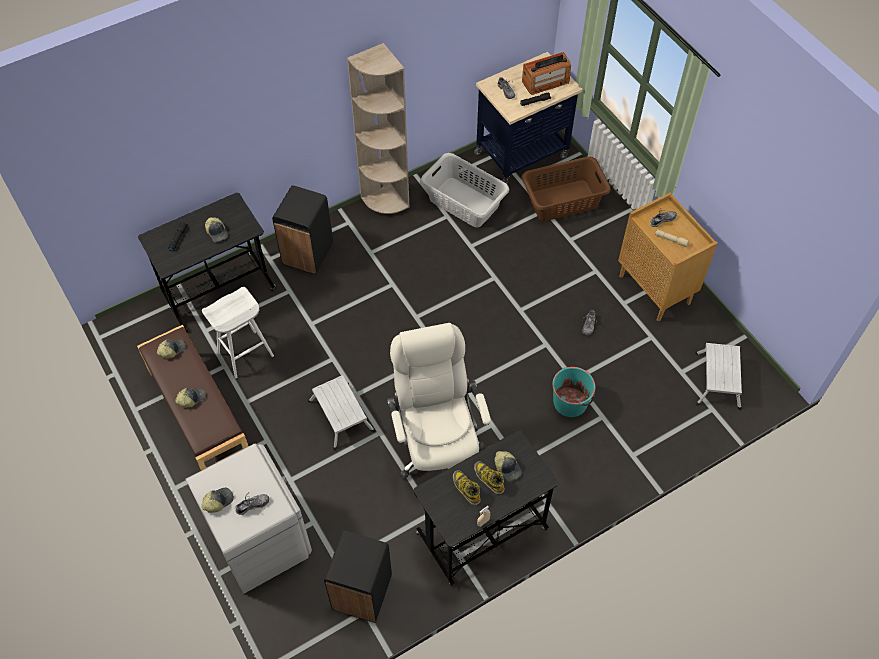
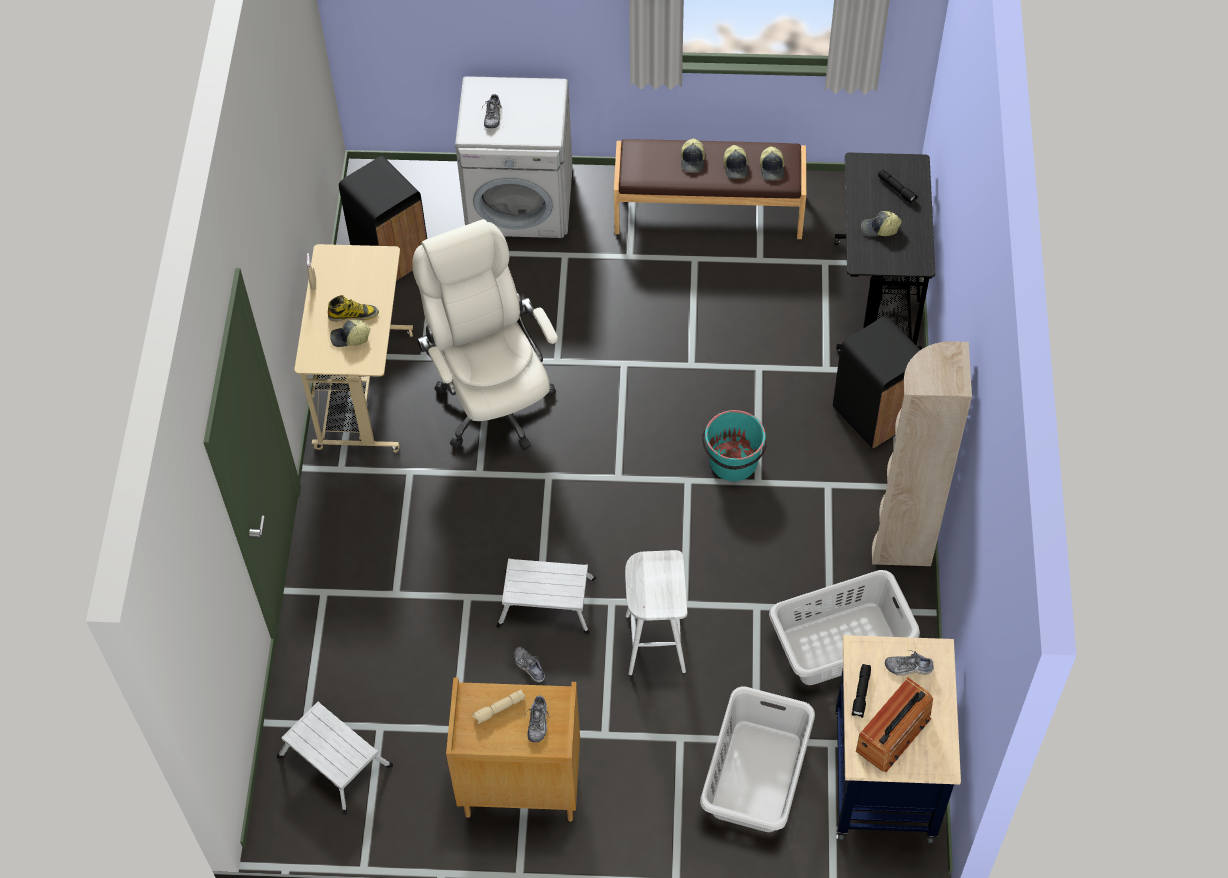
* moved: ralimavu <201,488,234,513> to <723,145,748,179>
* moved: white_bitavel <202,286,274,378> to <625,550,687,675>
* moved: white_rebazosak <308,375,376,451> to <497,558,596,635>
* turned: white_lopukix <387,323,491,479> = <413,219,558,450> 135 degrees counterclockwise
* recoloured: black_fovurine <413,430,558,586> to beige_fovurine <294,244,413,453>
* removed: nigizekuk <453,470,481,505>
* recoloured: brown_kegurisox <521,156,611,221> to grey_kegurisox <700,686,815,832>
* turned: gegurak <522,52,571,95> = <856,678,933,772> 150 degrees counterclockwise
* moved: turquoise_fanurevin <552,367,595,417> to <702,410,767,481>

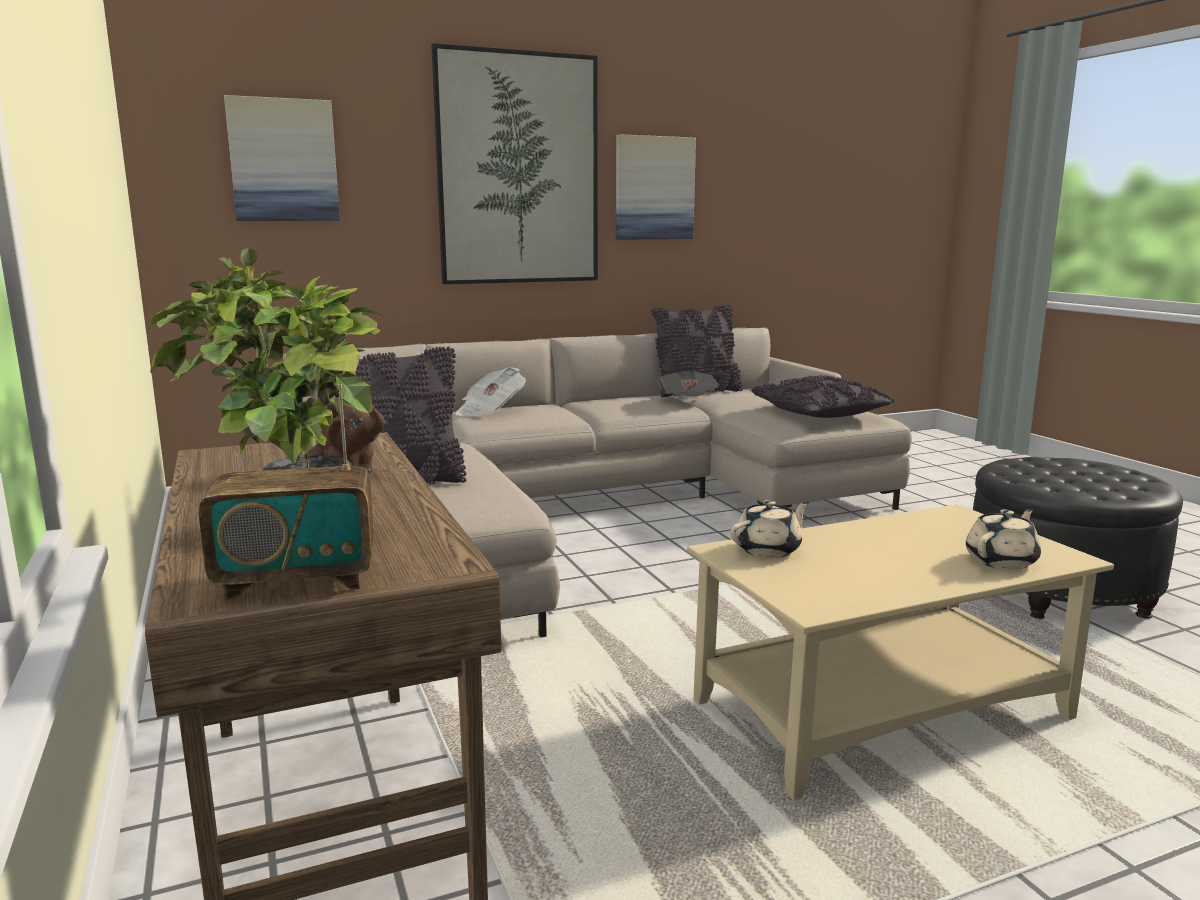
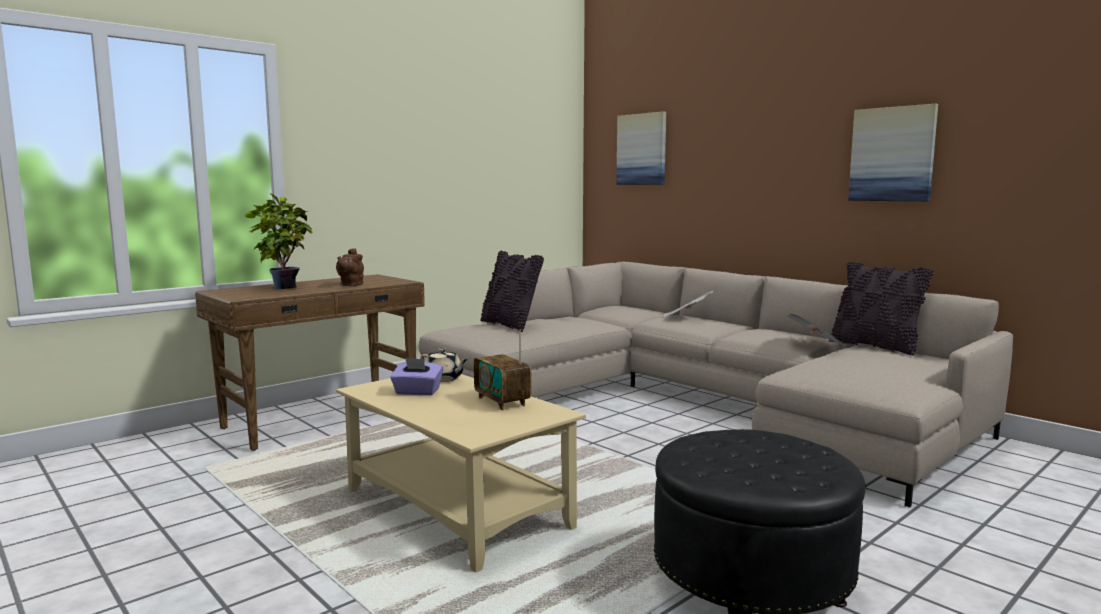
* moved: gegurak <198,384,374,601> to <474,329,532,410>
* removed: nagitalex <431,43,598,284>
* removed: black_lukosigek <751,375,895,418>
* removed: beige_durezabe <966,509,1041,570>
* added: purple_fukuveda <390,358,443,396>

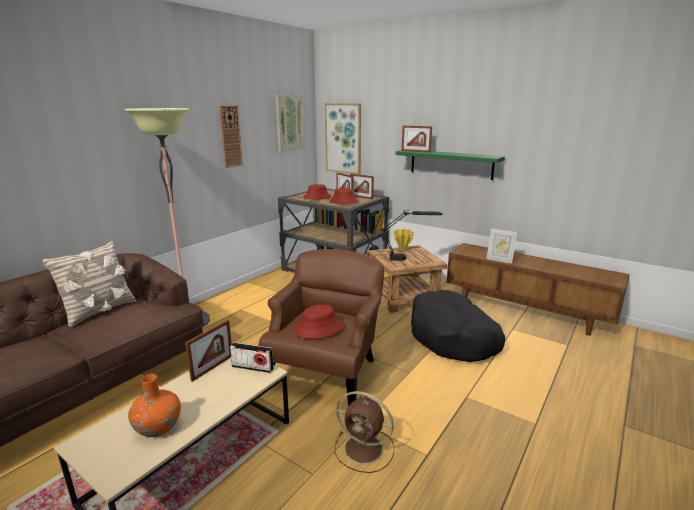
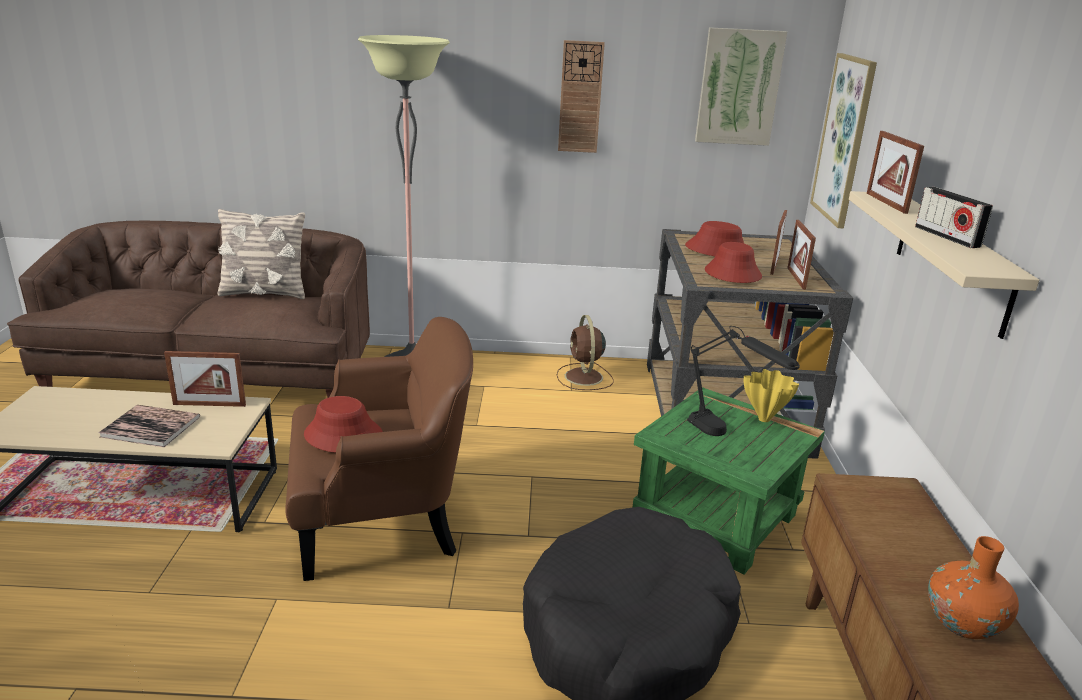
* moved: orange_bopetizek <128,374,181,437> to <928,536,1019,639>
* moved: gegurak <230,342,274,373> to <915,187,993,248>
* moved: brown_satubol <335,391,394,473> to <557,315,614,390>
* recoloured: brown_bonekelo <367,245,448,313> to green_bonekelo <633,387,825,575>
* recoloured: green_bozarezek <396,150,505,180> to beige_bozarezek <849,191,1039,339>
* removed: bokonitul <486,228,517,264>
* added: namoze <98,405,200,447>

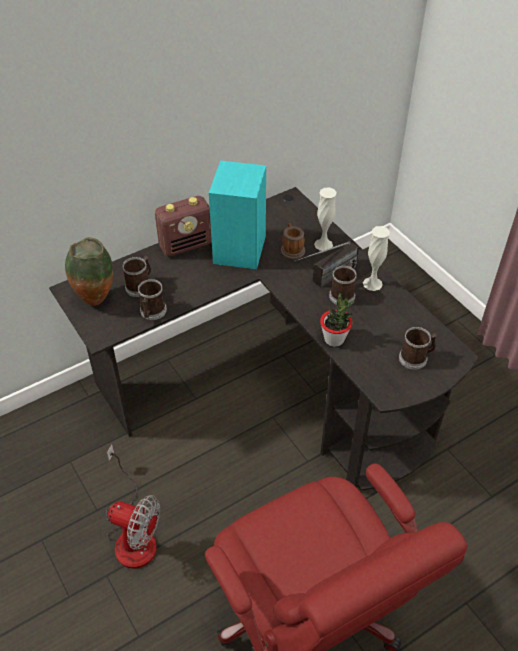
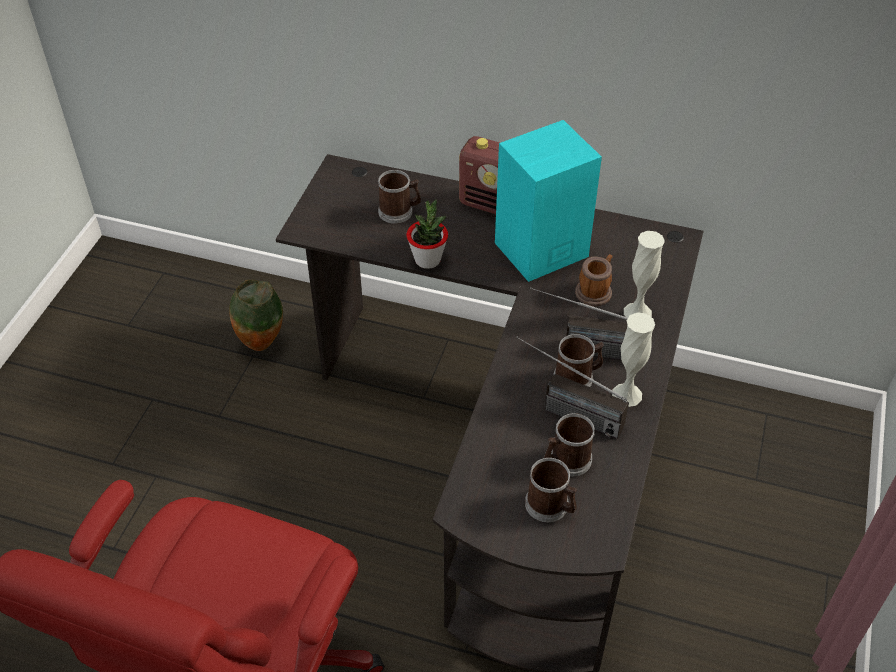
* moved: bopetizek <65,237,113,306> to <229,279,283,351>
* removed: satubol <106,445,160,569>
* moved: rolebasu <138,279,167,320> to <544,413,595,477>
* moved: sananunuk <320,293,354,347> to <406,199,448,269>
* added: gegurak <516,337,629,439>

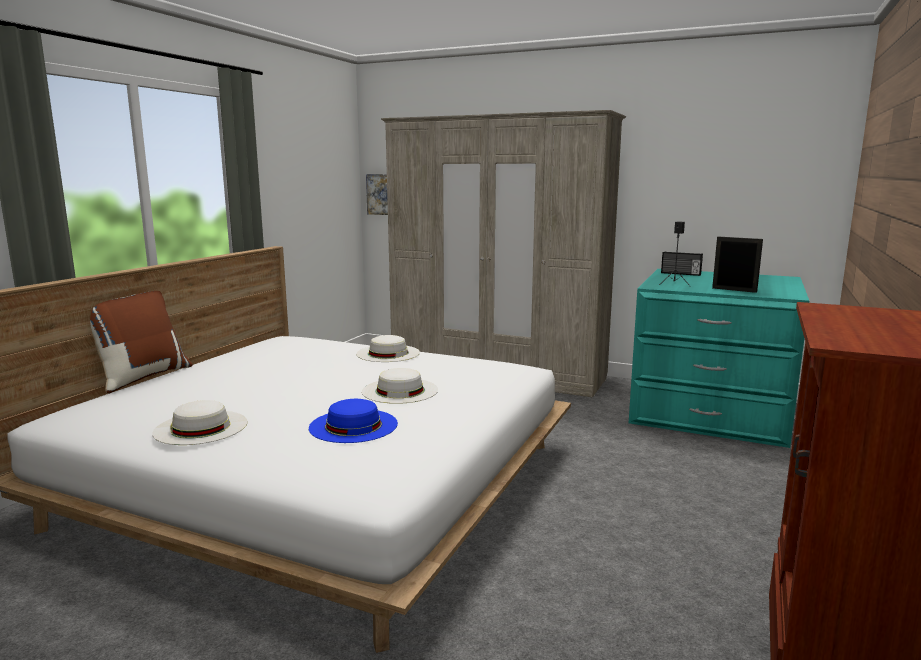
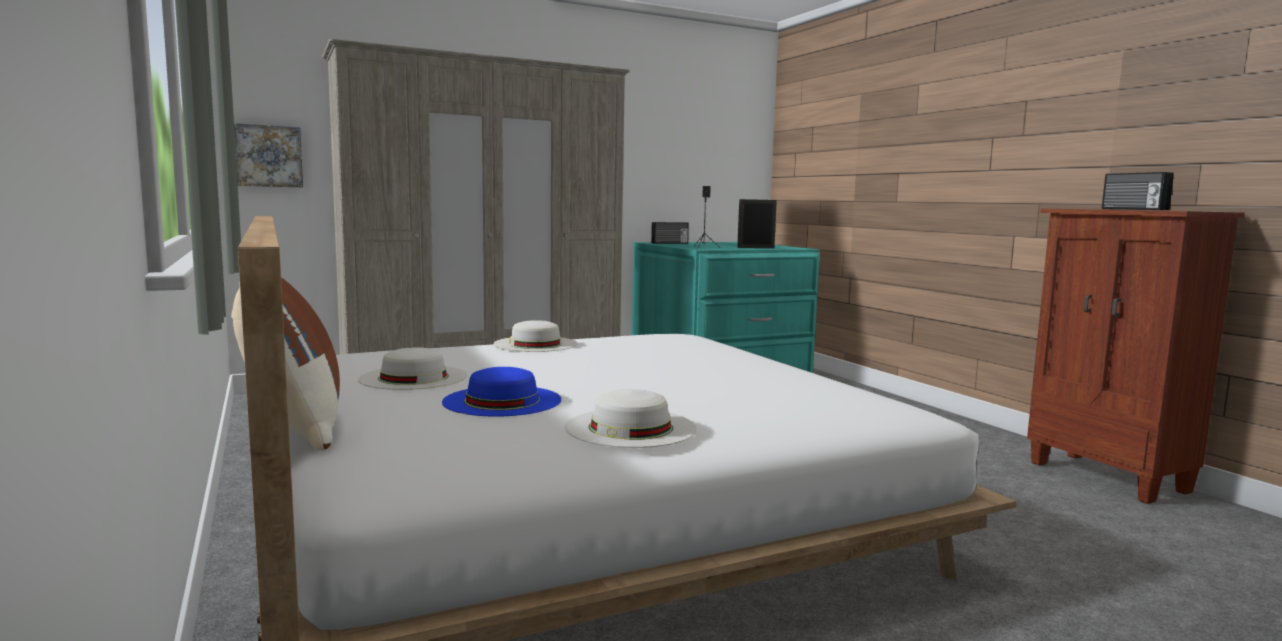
* moved: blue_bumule <309,399,398,443> to <442,367,561,417>
* moved: white_bumule <362,368,438,404> to <358,347,467,390>
* added: gegurak <1102,172,1174,210>

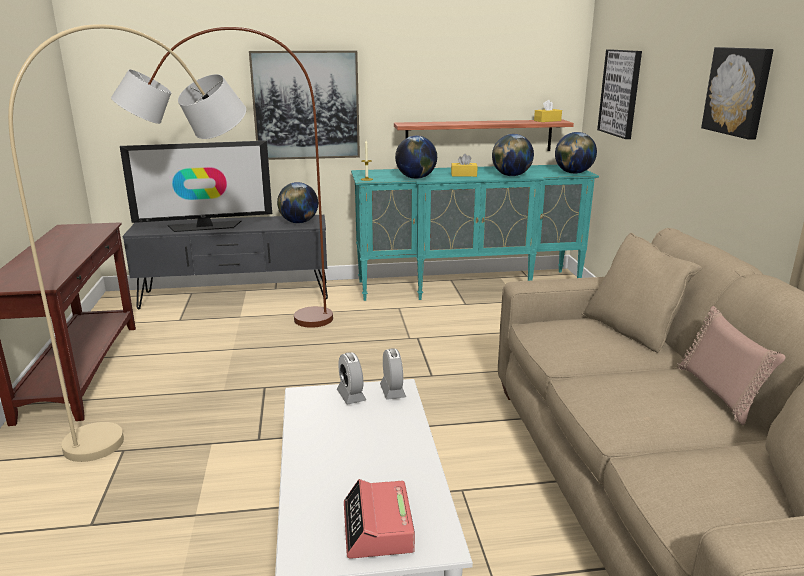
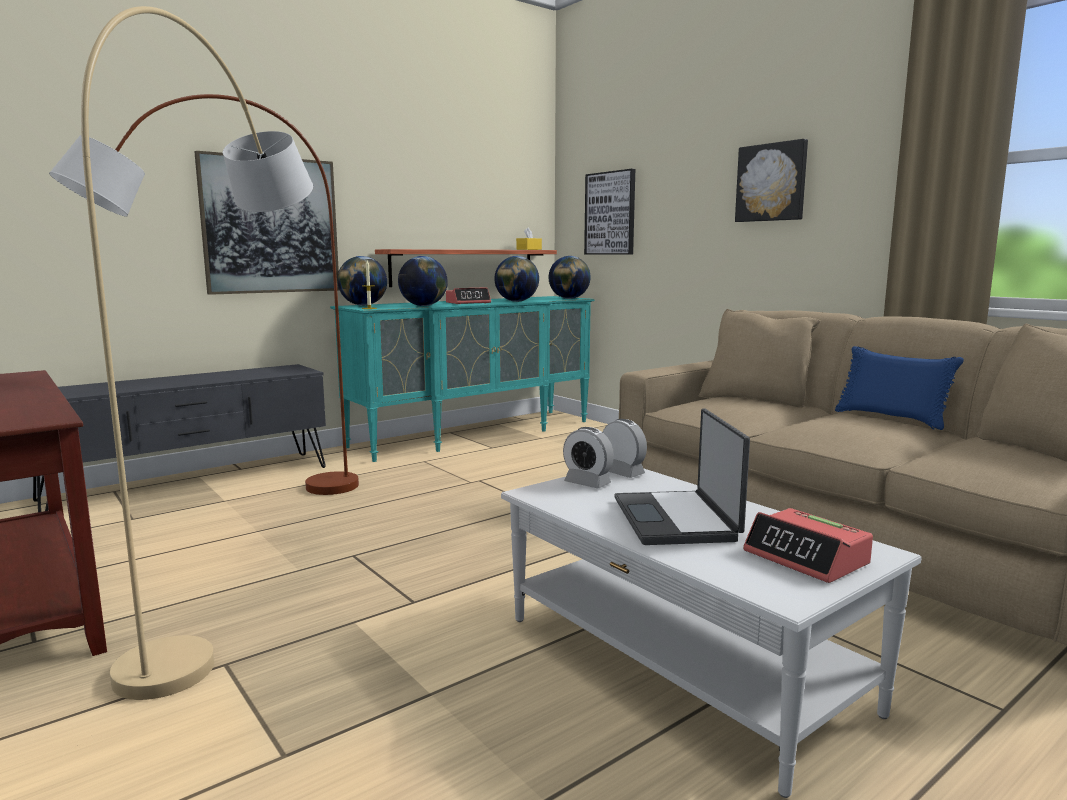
* removed: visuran <120,141,272,232>
* moved: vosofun <277,182,318,223> to <337,256,387,306>
* replaced: yellow_fukuveda <451,154,478,177> to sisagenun <446,287,491,304>
* recoloured: beige_lukosigek <677,306,785,425> to blue_lukosigek <835,346,964,430>
* added: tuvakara <614,409,750,545>

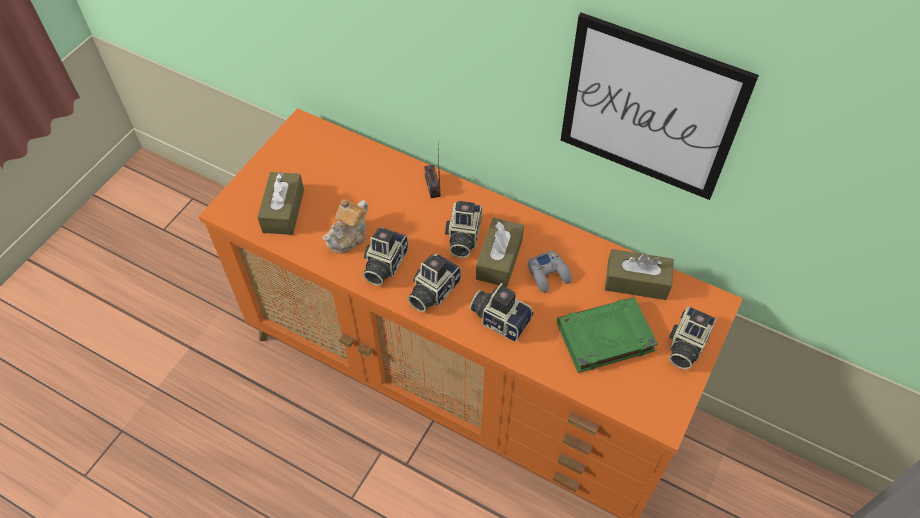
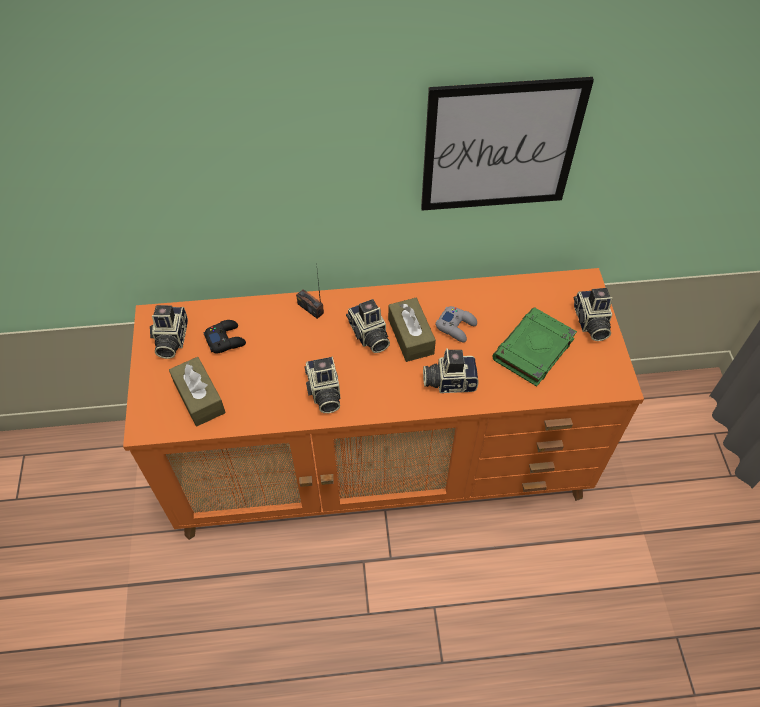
* removed: durezabe <323,199,368,254>
* moved: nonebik <408,254,461,312> to <150,305,188,359>
* removed: brown_fukuveda <605,249,674,300>
* added: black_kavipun <203,320,246,354>

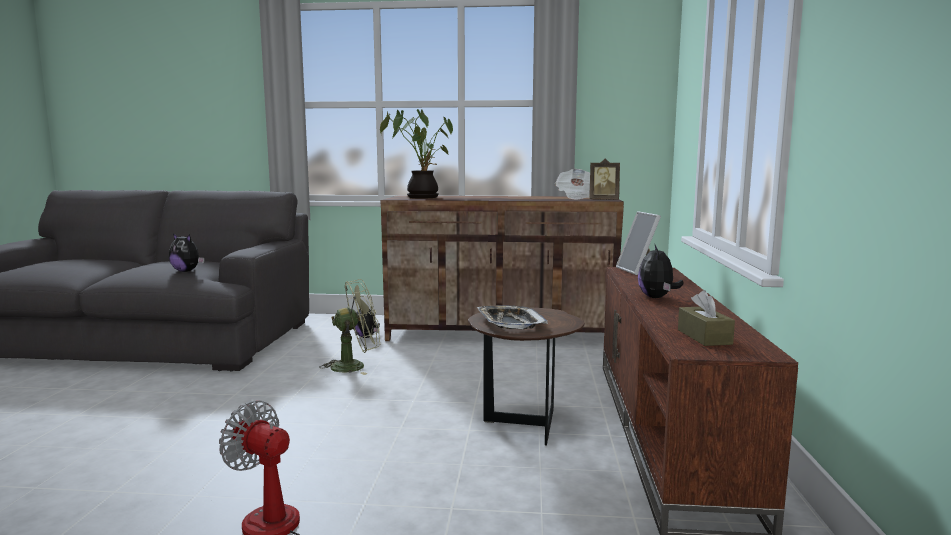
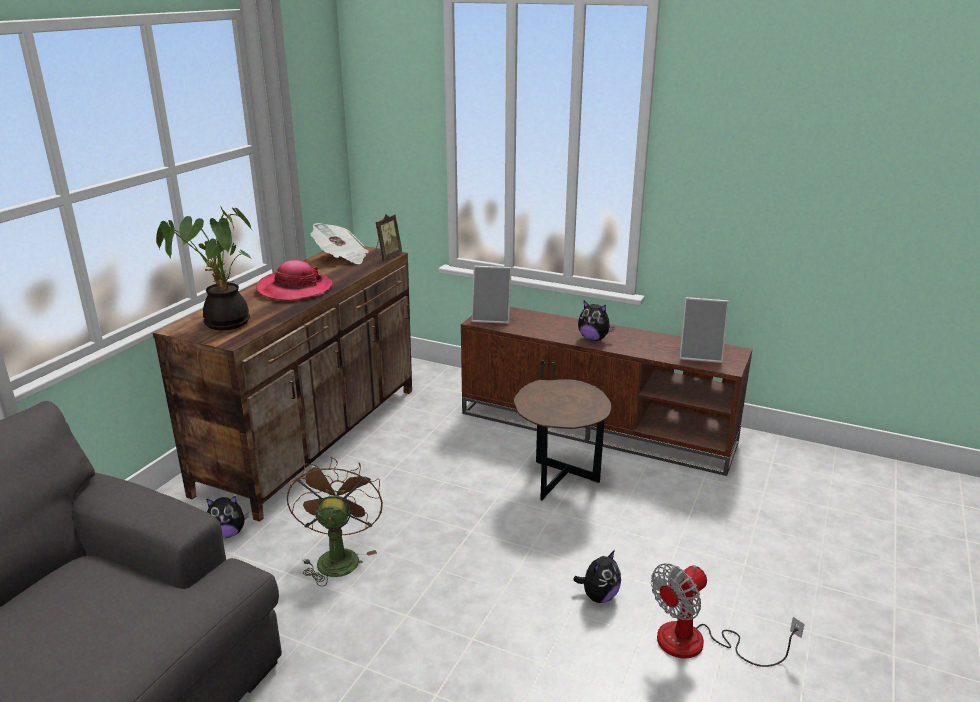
* moved: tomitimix <169,233,205,272> to <573,550,621,603>
* recoloured: green_satubol <319,279,380,375> to brown_satubol <287,457,383,586>
* removed: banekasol <477,305,548,329>
* replaced: brown_fukuveda <678,290,735,346> to bokonitul <679,297,729,363>
* added: bumule <256,260,332,300>

